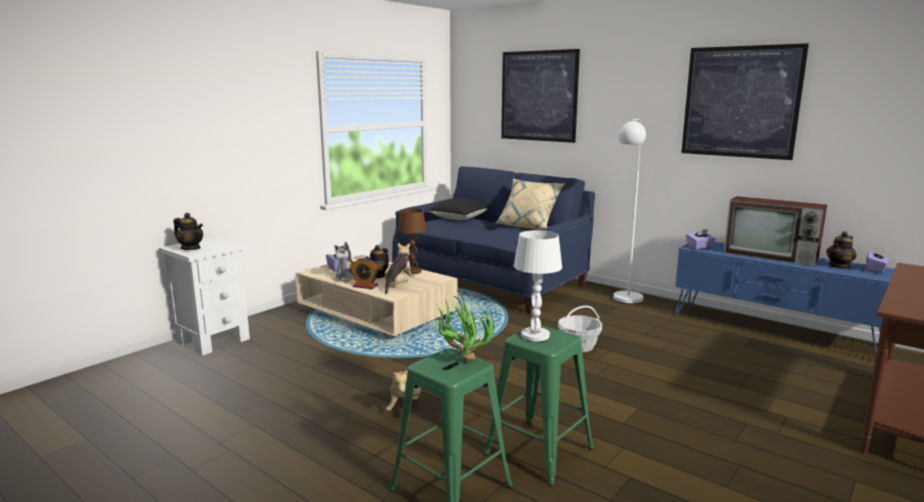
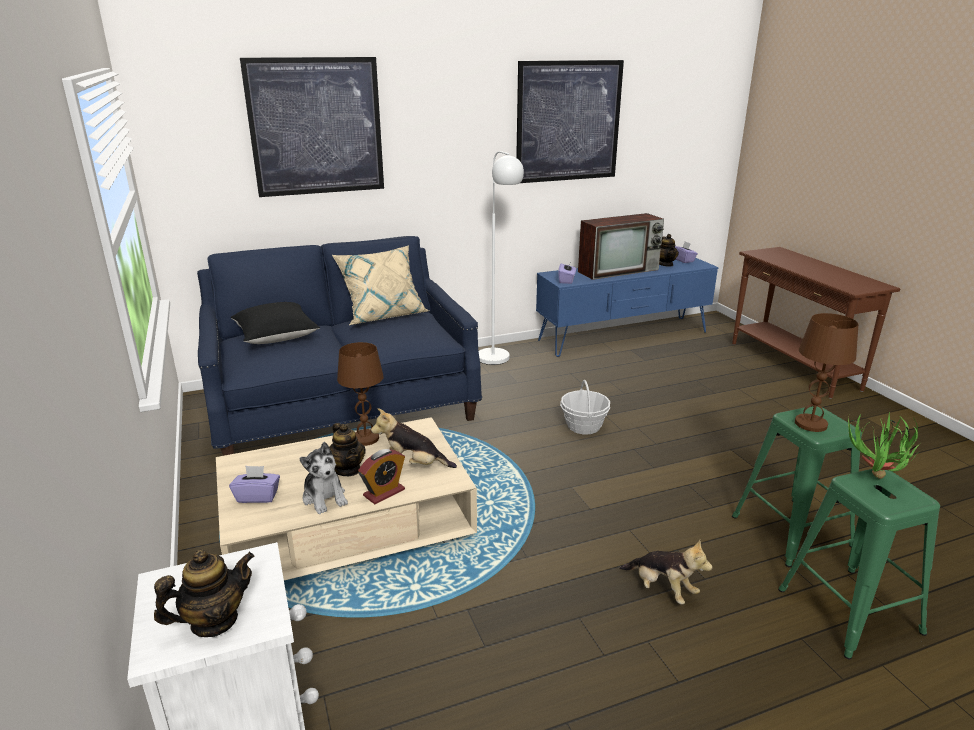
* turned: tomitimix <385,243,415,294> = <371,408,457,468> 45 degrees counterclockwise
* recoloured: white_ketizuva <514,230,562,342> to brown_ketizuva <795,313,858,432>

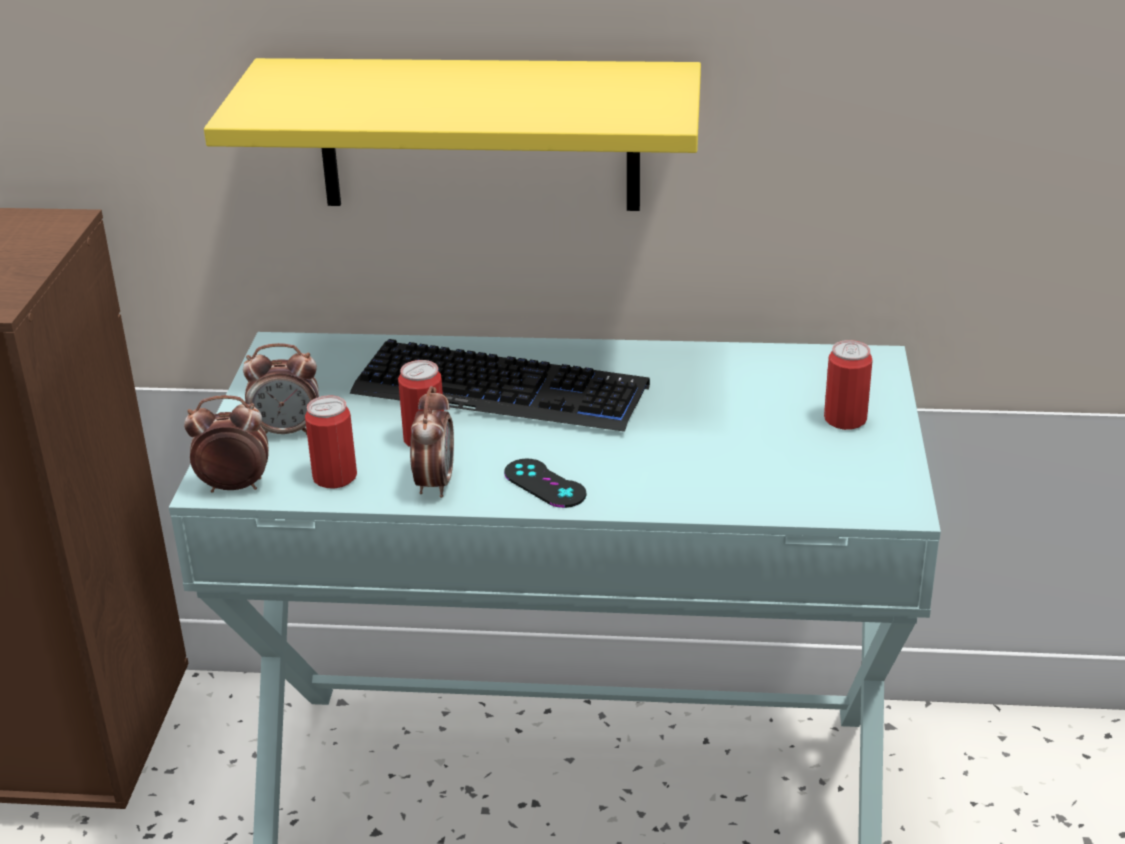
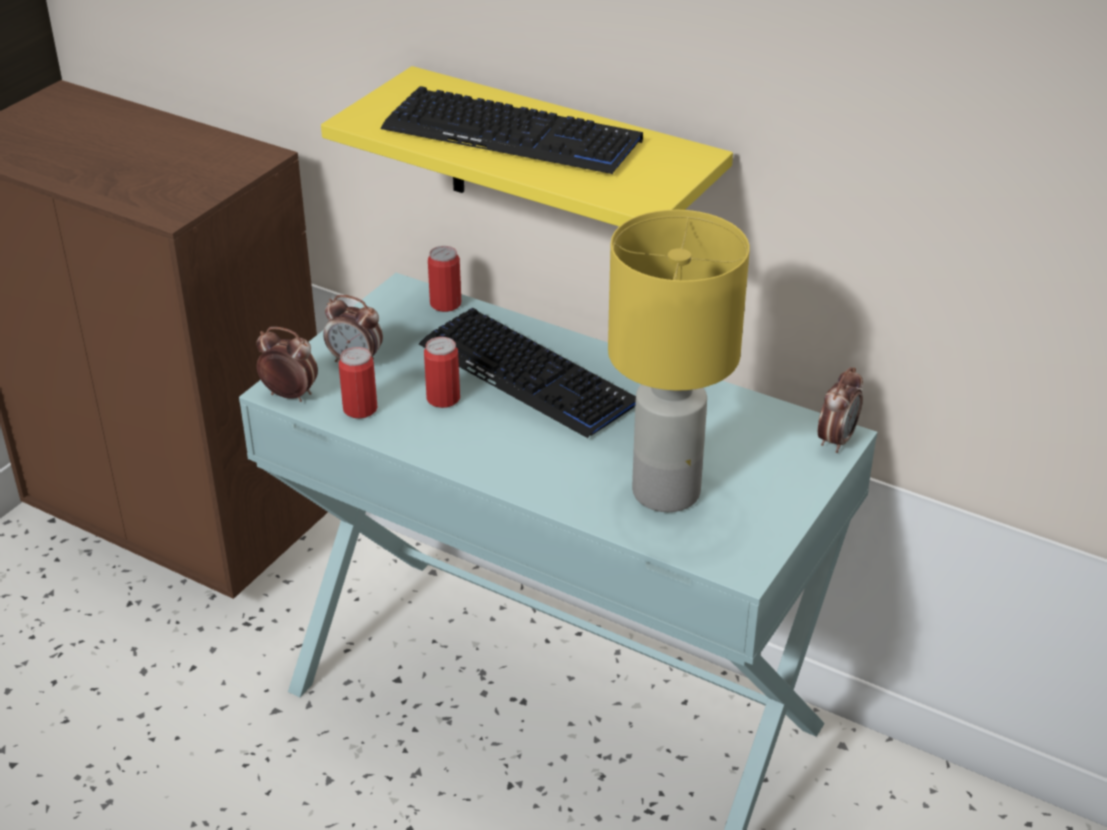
* moved: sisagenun <410,386,454,498> to <818,367,863,453>
* removed: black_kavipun <504,459,586,508>
* moved: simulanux <824,340,873,430> to <428,246,461,312>
* added: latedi <380,86,643,174>
* added: yellow_ketizuva <608,210,750,512>

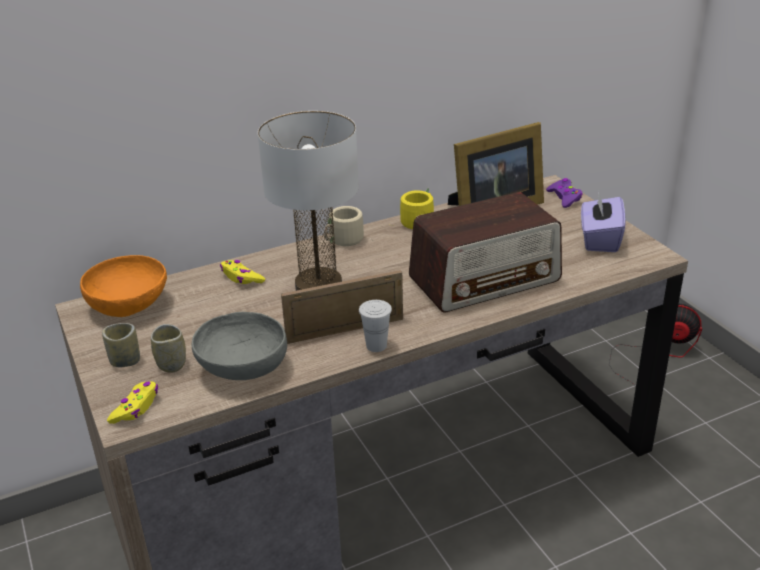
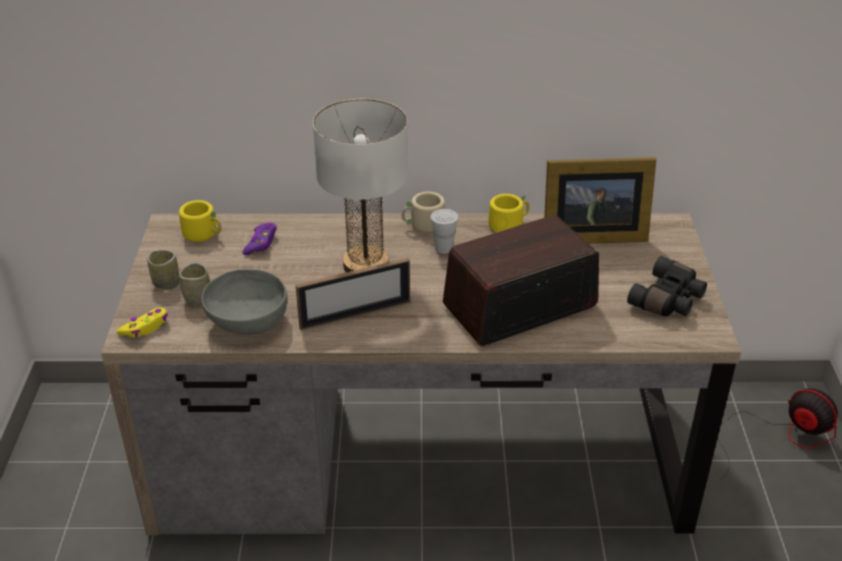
* replaced: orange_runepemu <80,255,167,317> to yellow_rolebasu <179,200,222,242>
* removed: yellow_kavipun <220,260,265,284>
* turned: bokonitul <281,270,403,344> = <296,258,410,330> 150 degrees clockwise
* moved: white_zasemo <359,300,392,352> to <430,209,459,254>
* turned: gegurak <409,192,562,312> = <443,215,599,346> 150 degrees clockwise
* moved: purple_kavipun <546,178,583,208> to <242,222,277,255>
* replaced: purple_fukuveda <581,191,626,252> to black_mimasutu <627,256,707,316>

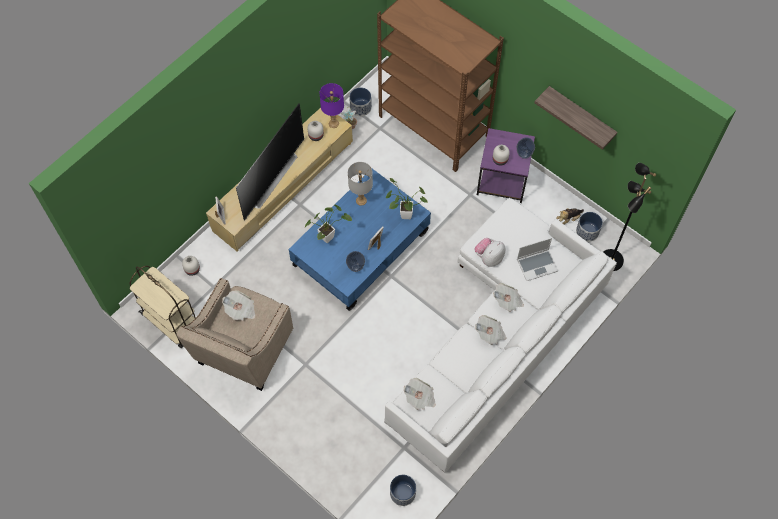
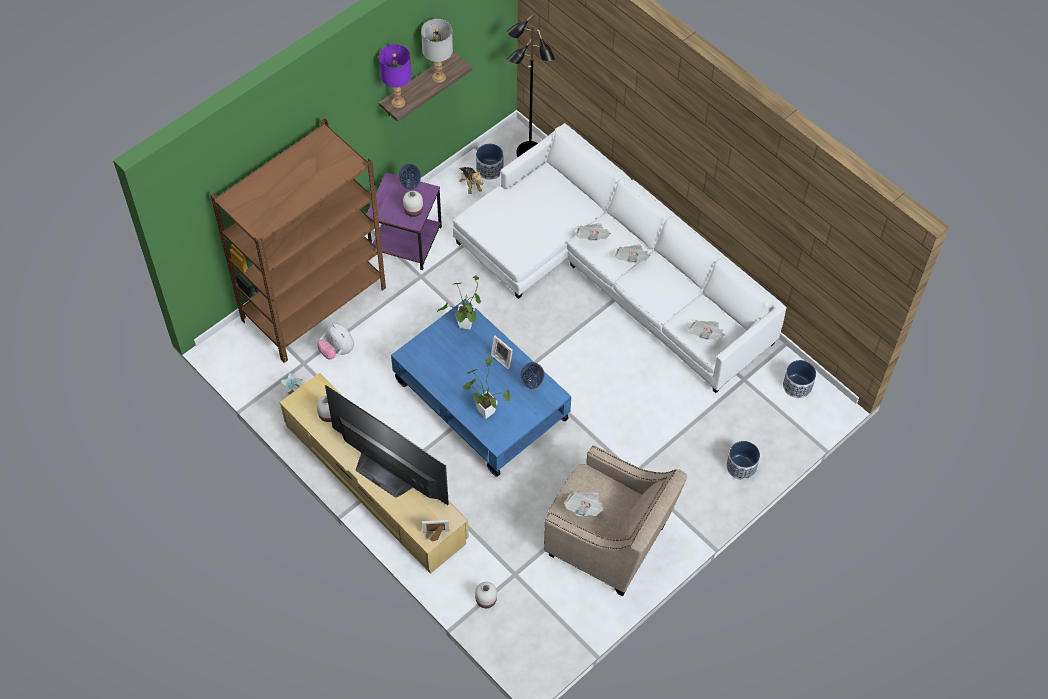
* removed: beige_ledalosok <130,266,196,348>
* moved: purple_ketizuva <319,83,344,128> to <379,44,412,108>
* moved: grey_ketizuva <348,162,373,206> to <421,19,453,83>
* moved: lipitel <349,87,372,116> to <726,441,760,480>
* moved: tomitimix <474,238,505,267> to <317,323,354,360>
* removed: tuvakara <517,238,558,281>

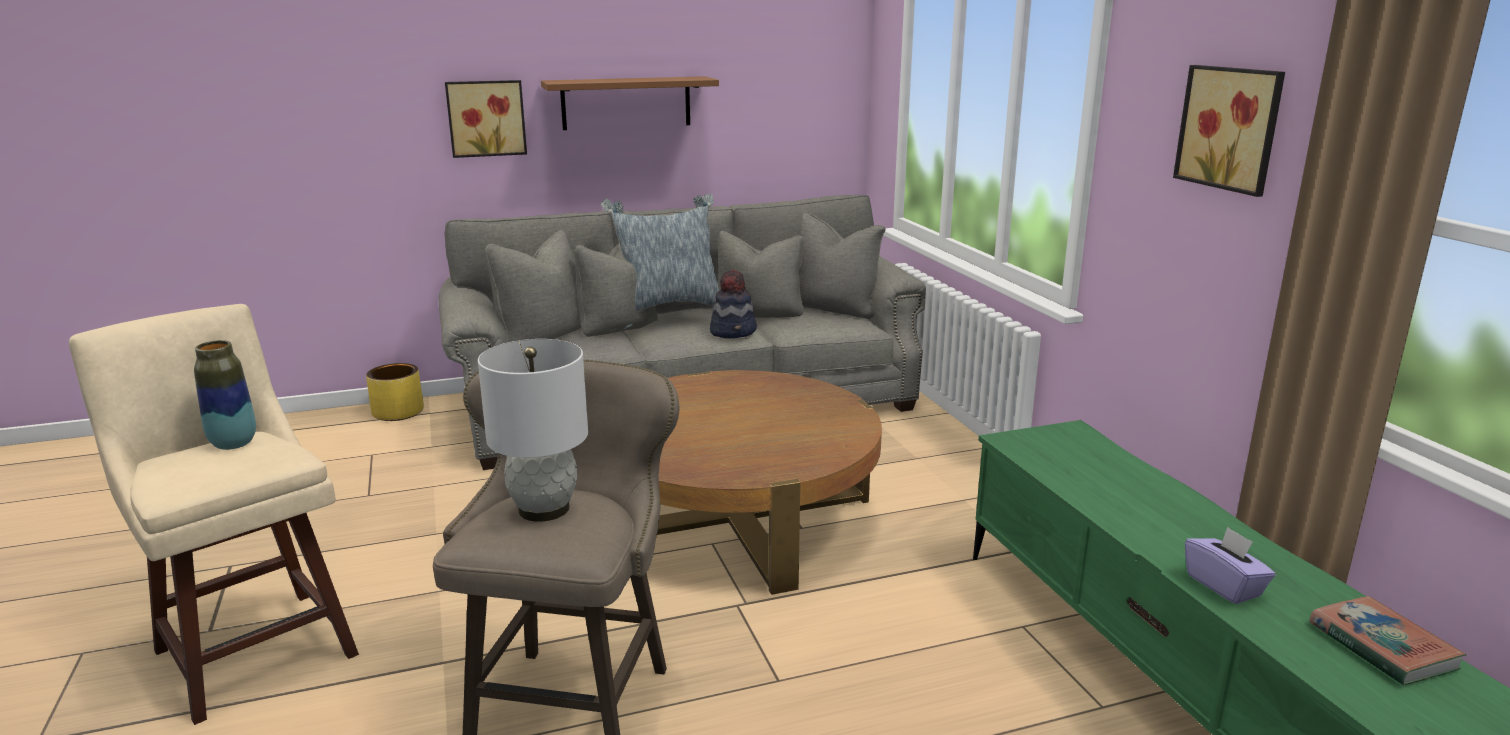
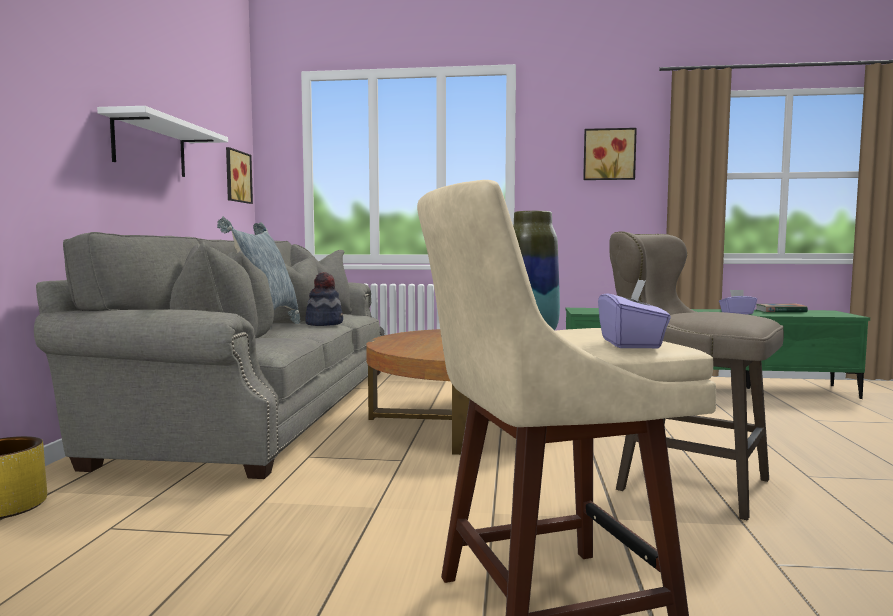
* moved: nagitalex <445,80,527,158> to <226,147,253,204>
* removed: white_ketizuva <478,339,588,522>
* recoloured: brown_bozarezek <541,76,719,130> to white_bozarezek <97,106,228,177>
* added: purple_fukuveda <598,279,671,348>

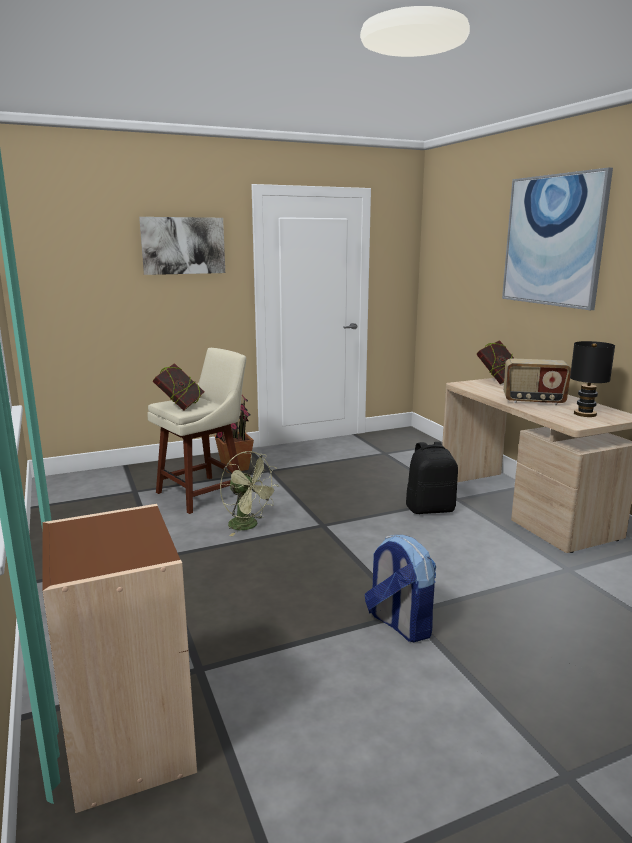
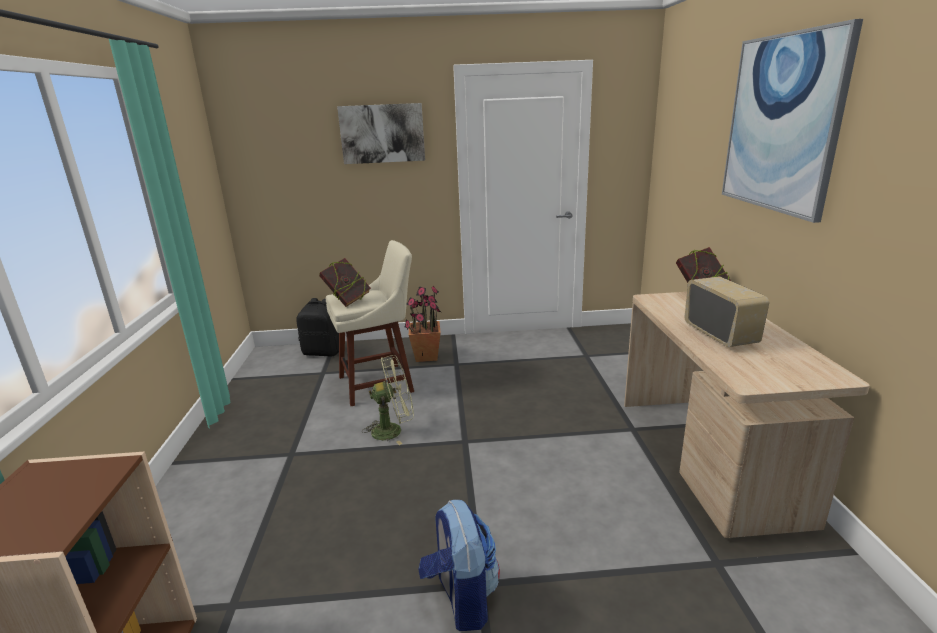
* turned: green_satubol <220,451,279,536> = <362,355,414,445> 75 degrees counterclockwise
* moved: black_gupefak <406,442,458,514> to <296,298,339,356>
* turned: gegurak <504,358,571,405> = <685,276,769,347> 135 degrees counterclockwise
* removed: black_ketizuva <570,341,615,417>

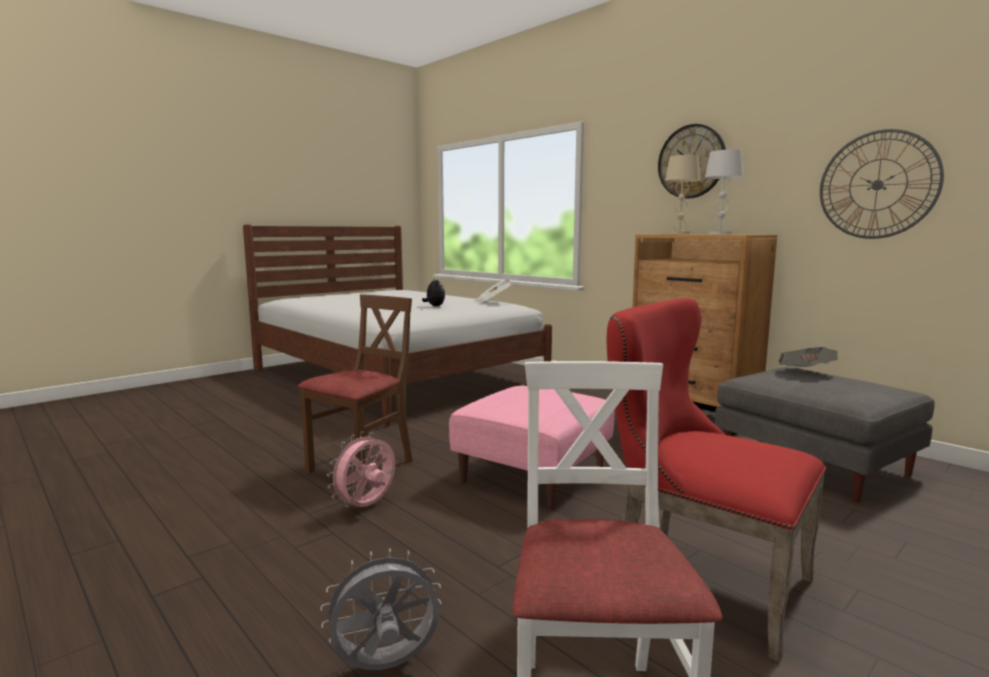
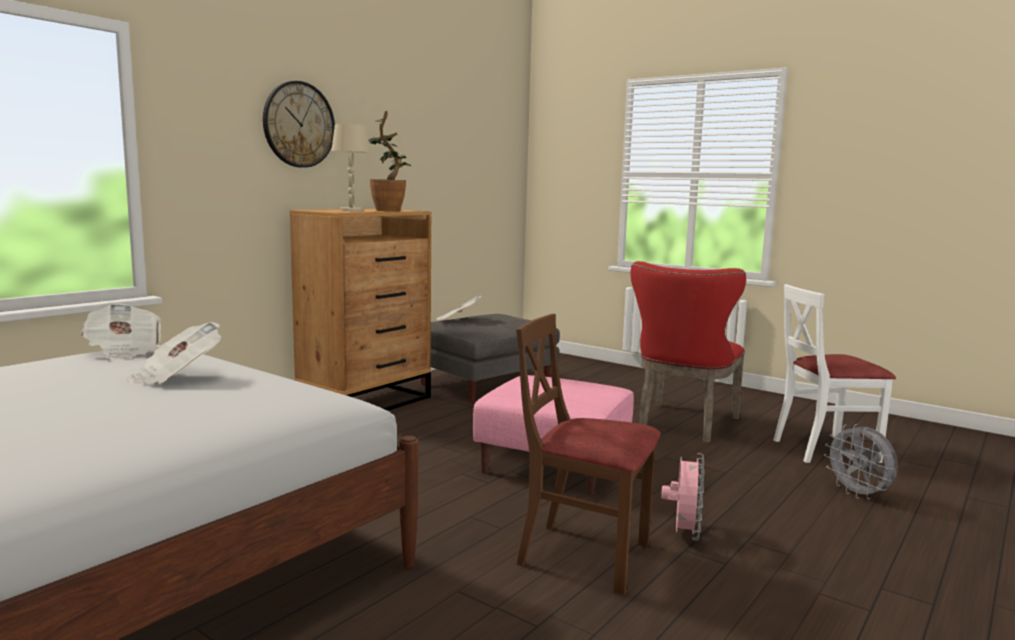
* turned: pink_satubol <327,431,395,507> = <661,453,705,541> 105 degrees counterclockwise
* replaced: tomitimix <422,278,445,306> to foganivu <127,322,221,384>
* replaced: white_ketizuva <705,150,744,234> to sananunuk <368,111,412,211>
* removed: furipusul <820,129,944,239>

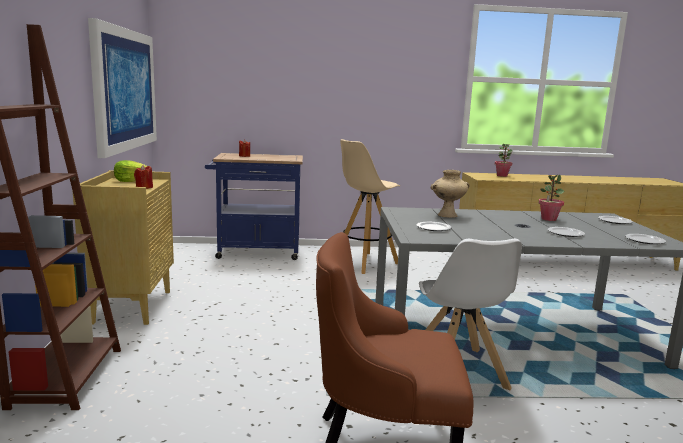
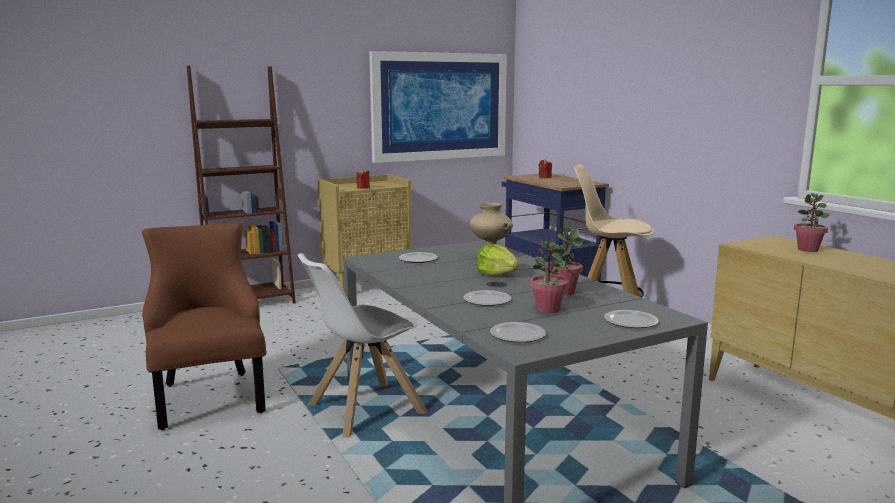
* moved: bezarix <114,160,147,182> to <476,244,519,276>
* added: sananunuk <530,237,568,313>

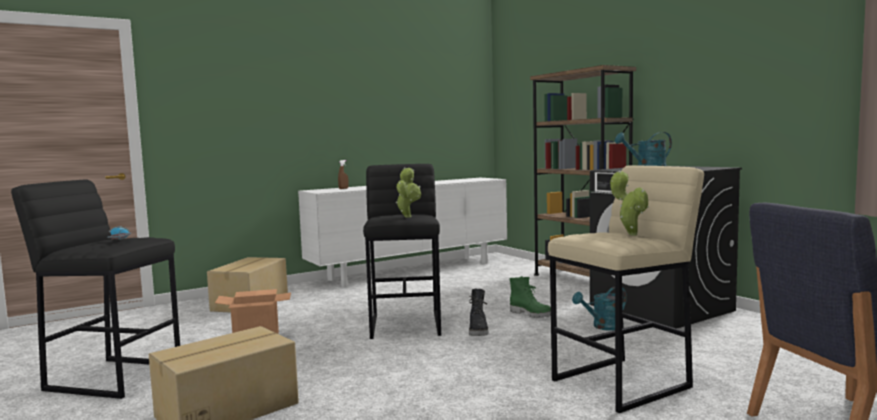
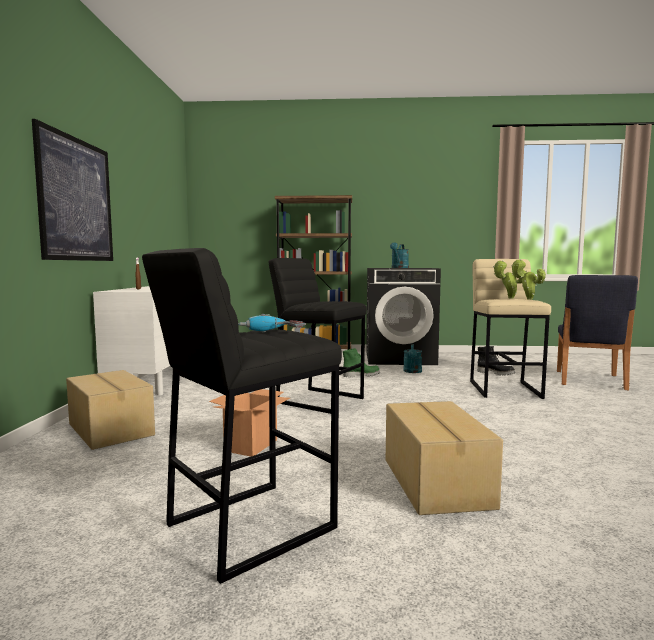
* moved: sananunuk <396,167,421,218> to <511,259,546,300>
* moved: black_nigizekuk <469,289,488,336> to <477,346,515,375>
* added: nagitalex <32,119,113,261>

